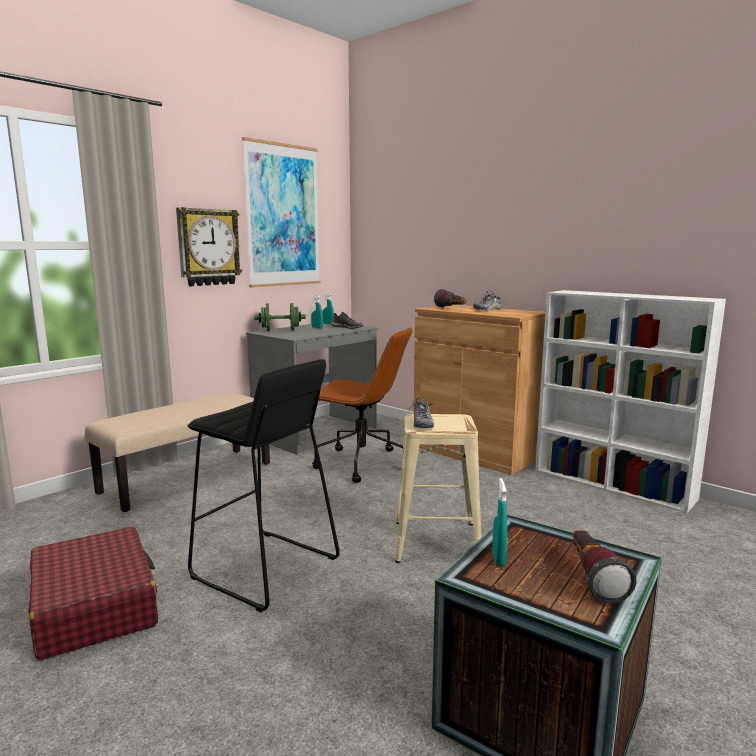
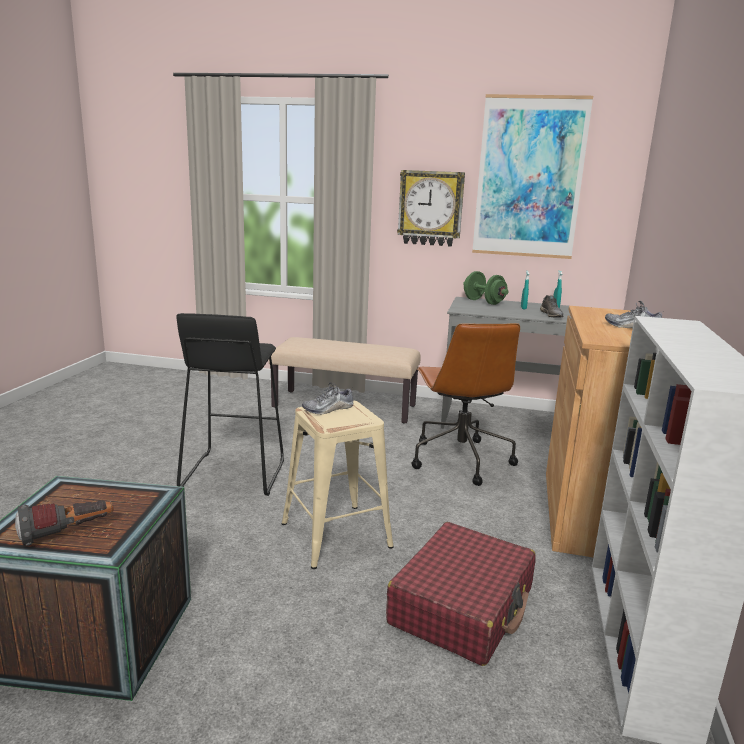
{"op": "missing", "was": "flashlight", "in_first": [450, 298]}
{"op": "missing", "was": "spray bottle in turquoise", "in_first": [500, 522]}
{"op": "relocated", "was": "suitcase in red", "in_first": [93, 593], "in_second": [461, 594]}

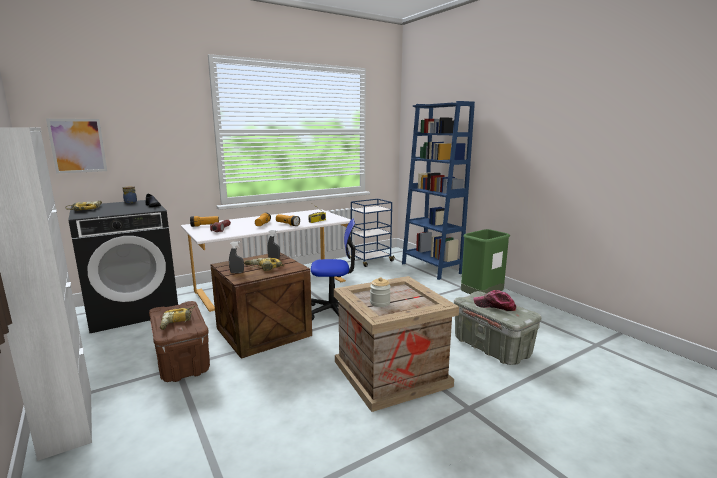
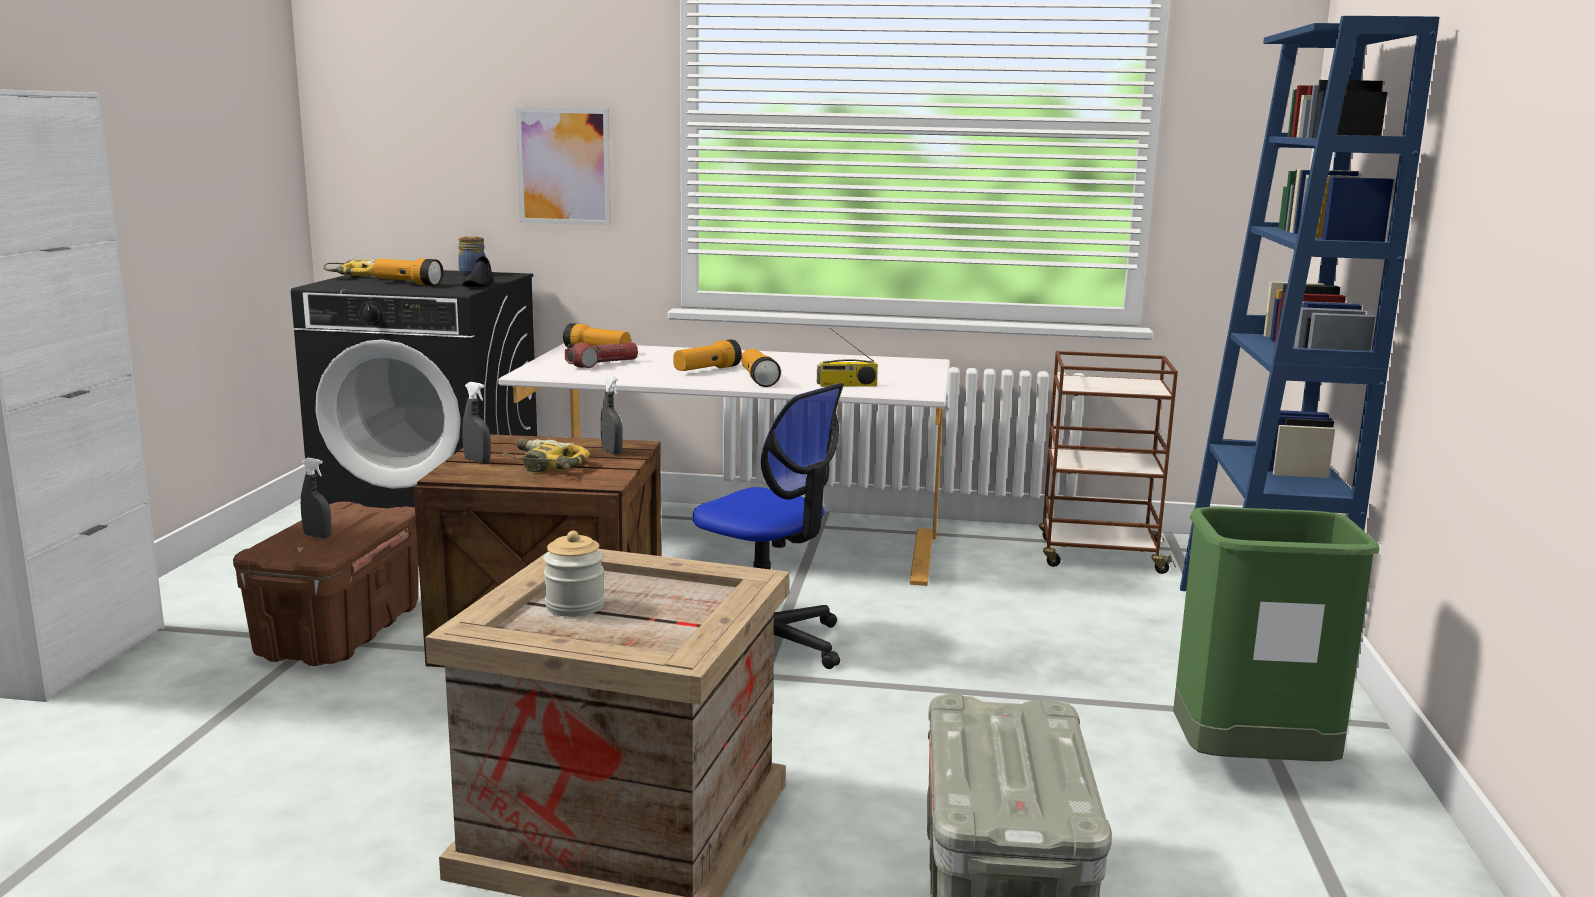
{"op": "relocated", "was": "picture", "in_first": [76, 146], "in_second": [563, 166]}
{"op": "colour", "was": "cart in blue", "now": "cart in brown", "in_first": [372, 233], "in_second": [1108, 462]}
{"op": "missing", "was": "cap", "in_first": [494, 300]}
{"op": "exchanged", "was": "power drill", "now": "spray bottle in grey", "in_first": [177, 317], "in_second": [316, 498]}
{"op": "appeared", "now": "flashlight", "in_second": [408, 272]}

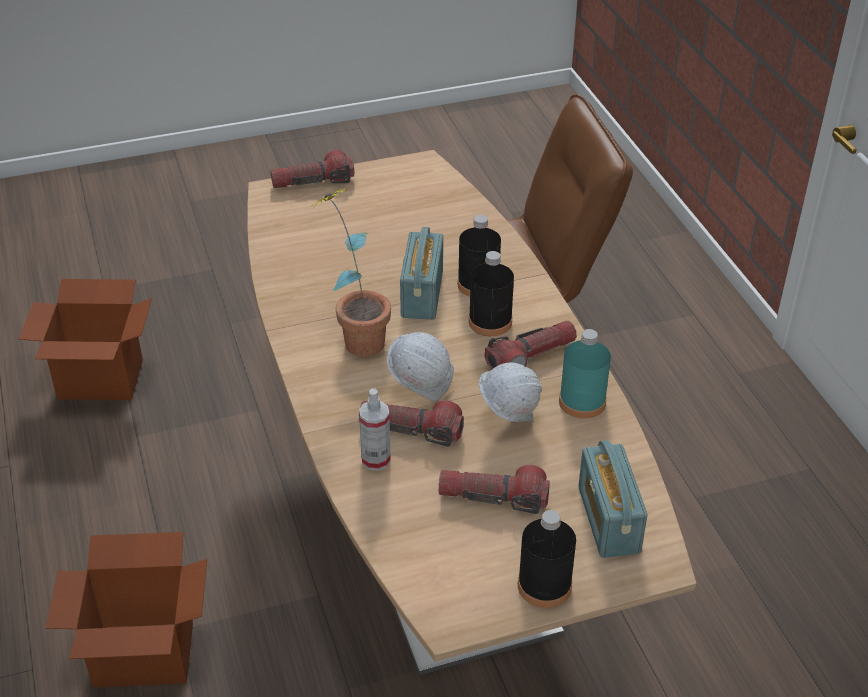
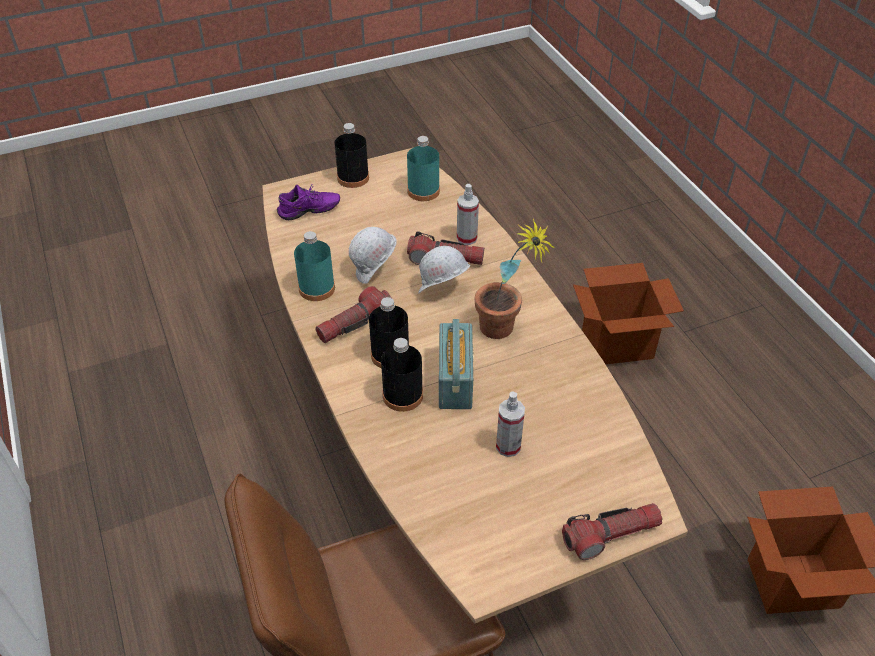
{"op": "exchanged", "was": "radio", "now": "shoe in purple", "in_first": [612, 499], "in_second": [308, 202]}
{"op": "missing", "was": "flashlight", "in_first": [494, 489]}
{"op": "appeared", "now": "bottle in turquoise", "in_second": [423, 168]}
{"op": "appeared", "now": "spray bottle", "in_second": [510, 424]}

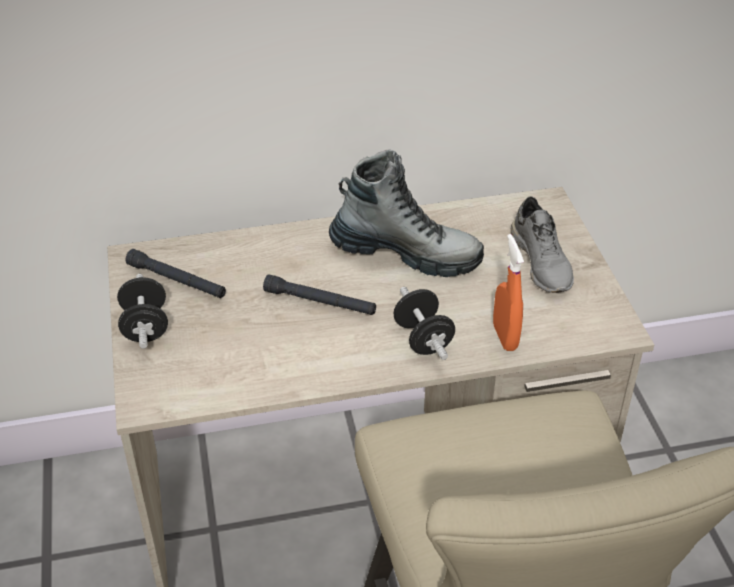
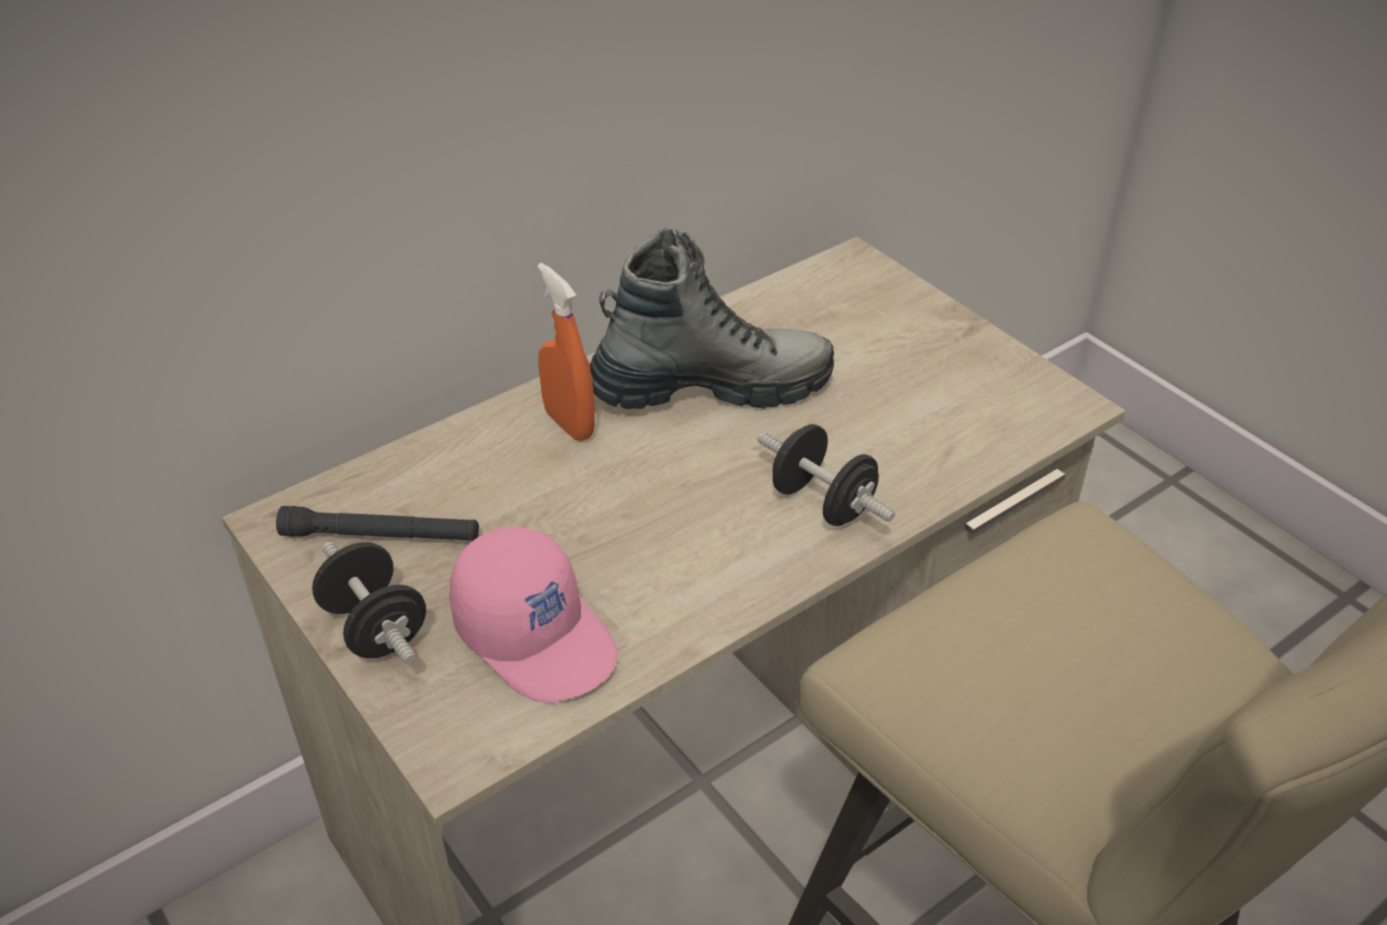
{"op": "missing", "was": "shoe in grey", "in_first": [542, 244]}
{"op": "relocated", "was": "spray bottle in orange", "in_first": [508, 292], "in_second": [566, 352]}
{"op": "missing", "was": "flashlight in black", "in_first": [319, 294]}
{"op": "appeared", "now": "cap in pink", "in_second": [534, 615]}

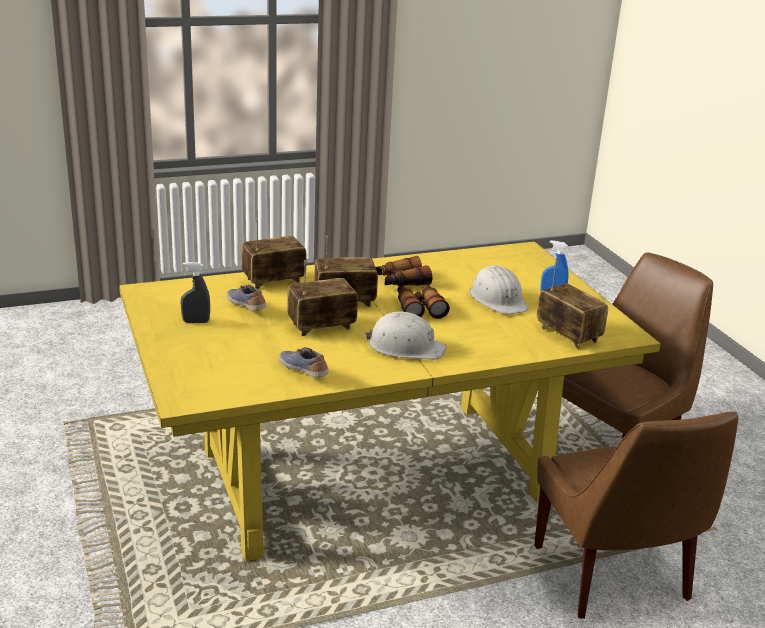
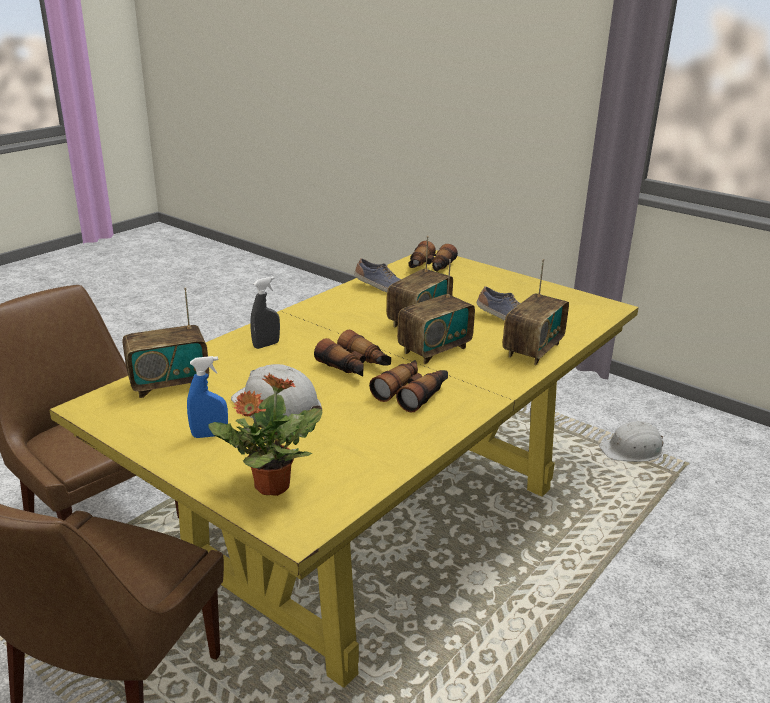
{"op": "spun", "was": "radio", "in_first": [572, 303], "in_second": [166, 342], "clockwise": -45}
{"op": "relocated", "was": "spray bottle in grey", "in_first": [195, 292], "in_second": [265, 312]}
{"op": "relocated", "was": "hard hat in white", "in_first": [405, 335], "in_second": [631, 441]}
{"op": "appeared", "now": "binoculars", "in_second": [433, 256]}
{"op": "appeared", "now": "potted plant", "in_second": [266, 434]}

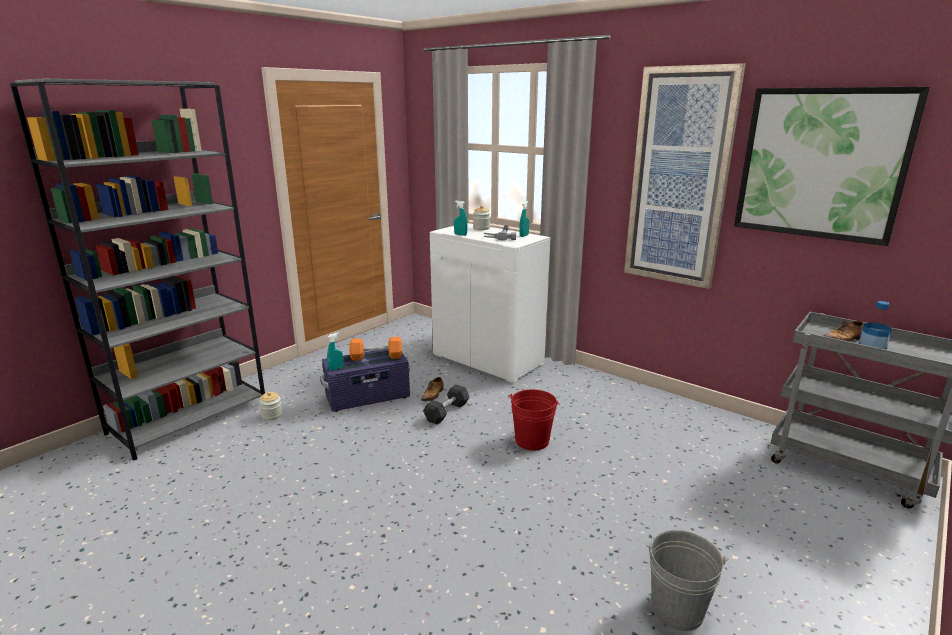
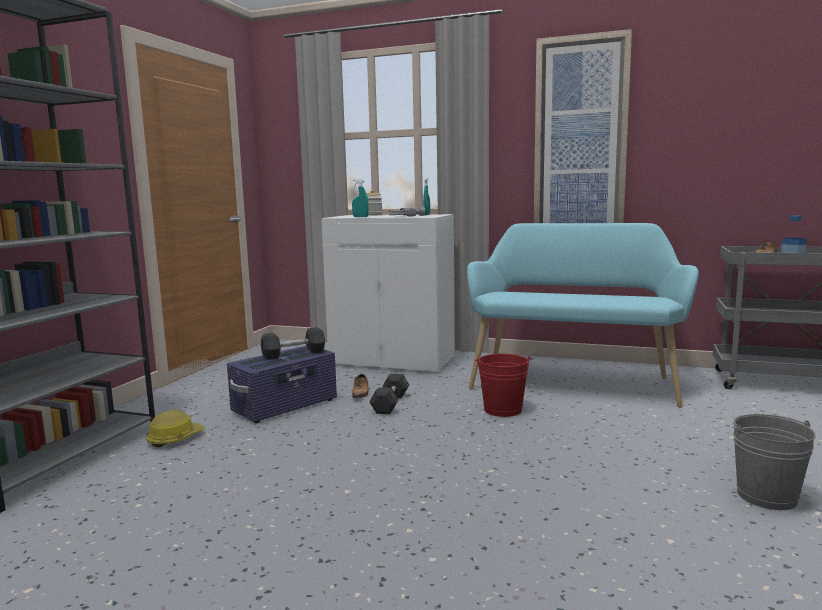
{"op": "missing", "was": "picture", "in_first": [832, 166]}
{"op": "missing", "was": "spray bottle in turquoise", "in_first": [335, 351]}
{"op": "colour", "was": "dumbbell in orange", "now": "dumbbell in grey", "in_first": [375, 349], "in_second": [293, 343]}
{"op": "exchanged", "was": "jar", "now": "hard hat", "in_first": [271, 406], "in_second": [175, 428]}
{"op": "appeared", "now": "bench in turquoise", "in_second": [583, 315]}

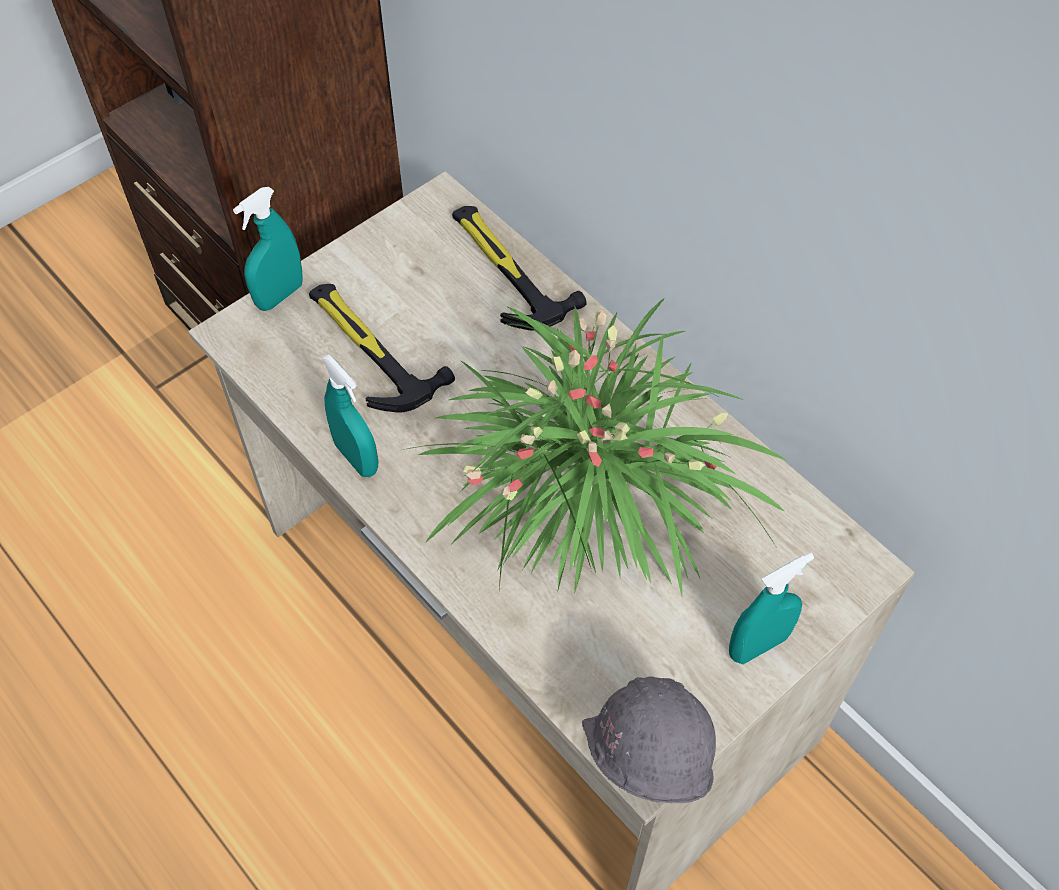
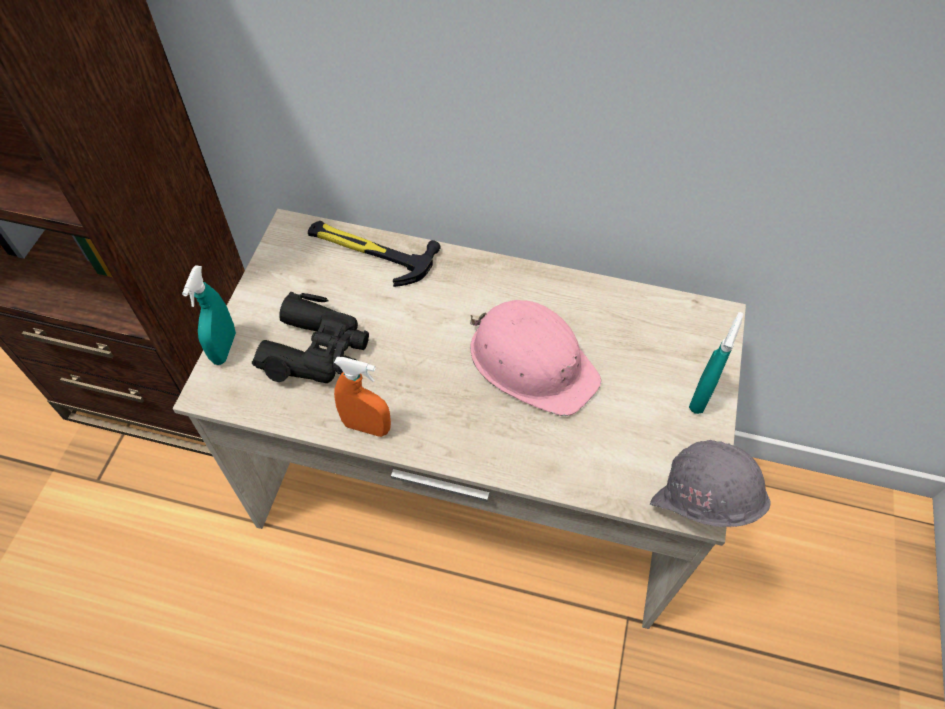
{"op": "exchanged", "was": "hammer", "now": "binoculars in black", "in_first": [382, 348], "in_second": [310, 337]}
{"op": "exchanged", "was": "potted plant", "now": "hard hat in pink", "in_first": [592, 447], "in_second": [535, 358]}
{"op": "colour", "was": "spray bottle in turquoise", "now": "spray bottle in orange", "in_first": [350, 415], "in_second": [362, 397]}

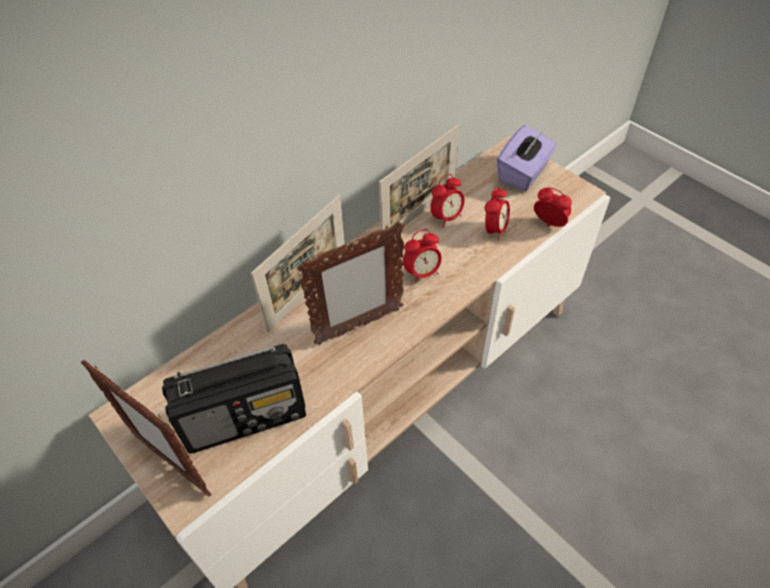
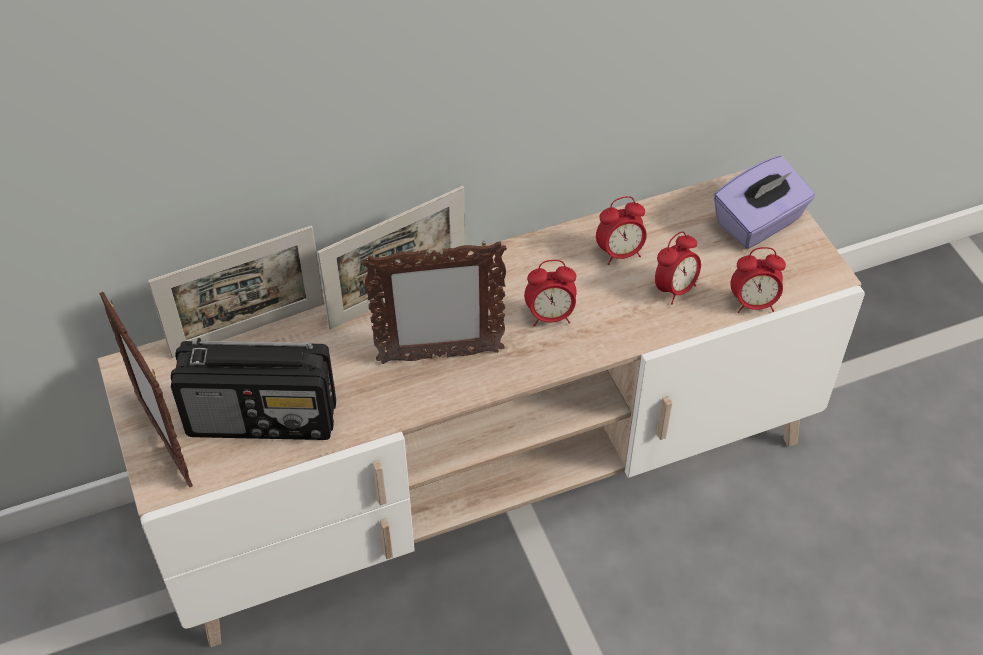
{"op": "relocated", "was": "picture frame", "in_first": [419, 177], "in_second": [236, 292]}
{"op": "spun", "was": "alarm clock", "in_first": [553, 207], "in_second": [758, 280], "clockwise": 120}

